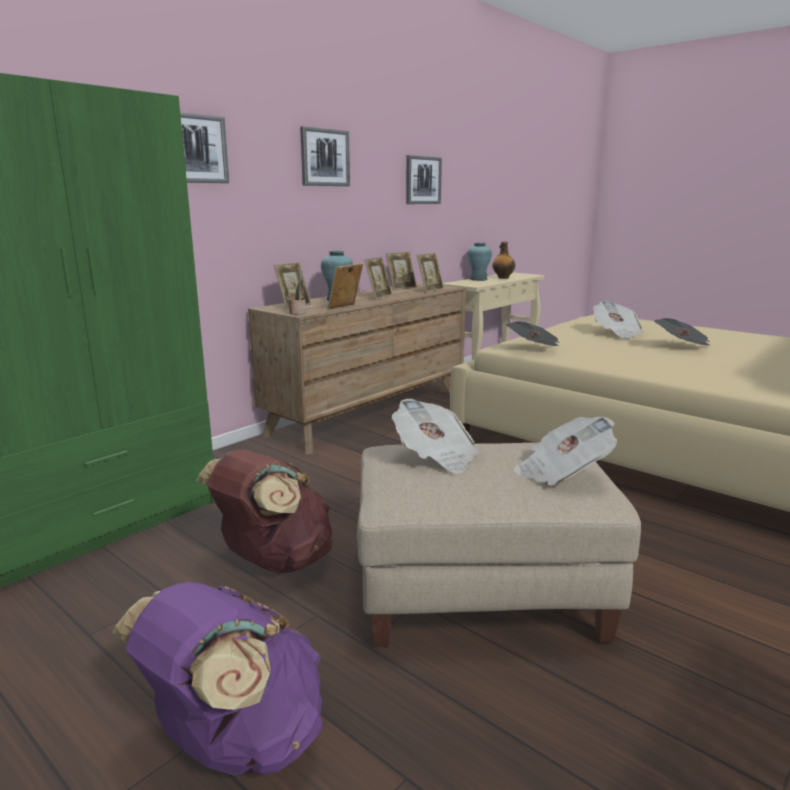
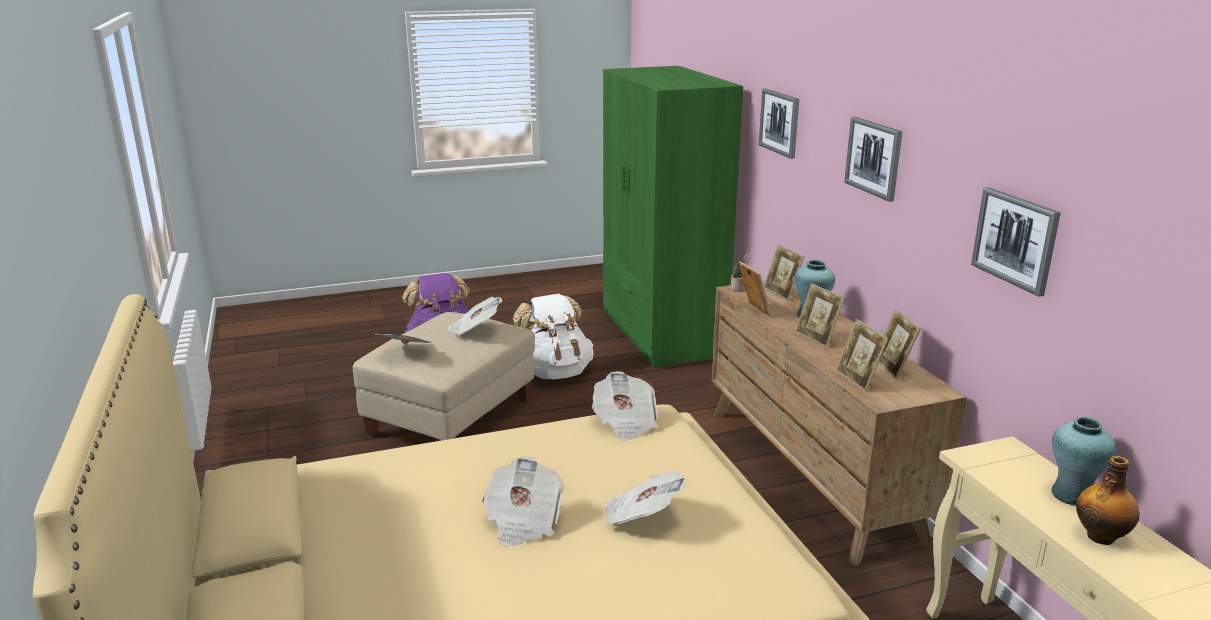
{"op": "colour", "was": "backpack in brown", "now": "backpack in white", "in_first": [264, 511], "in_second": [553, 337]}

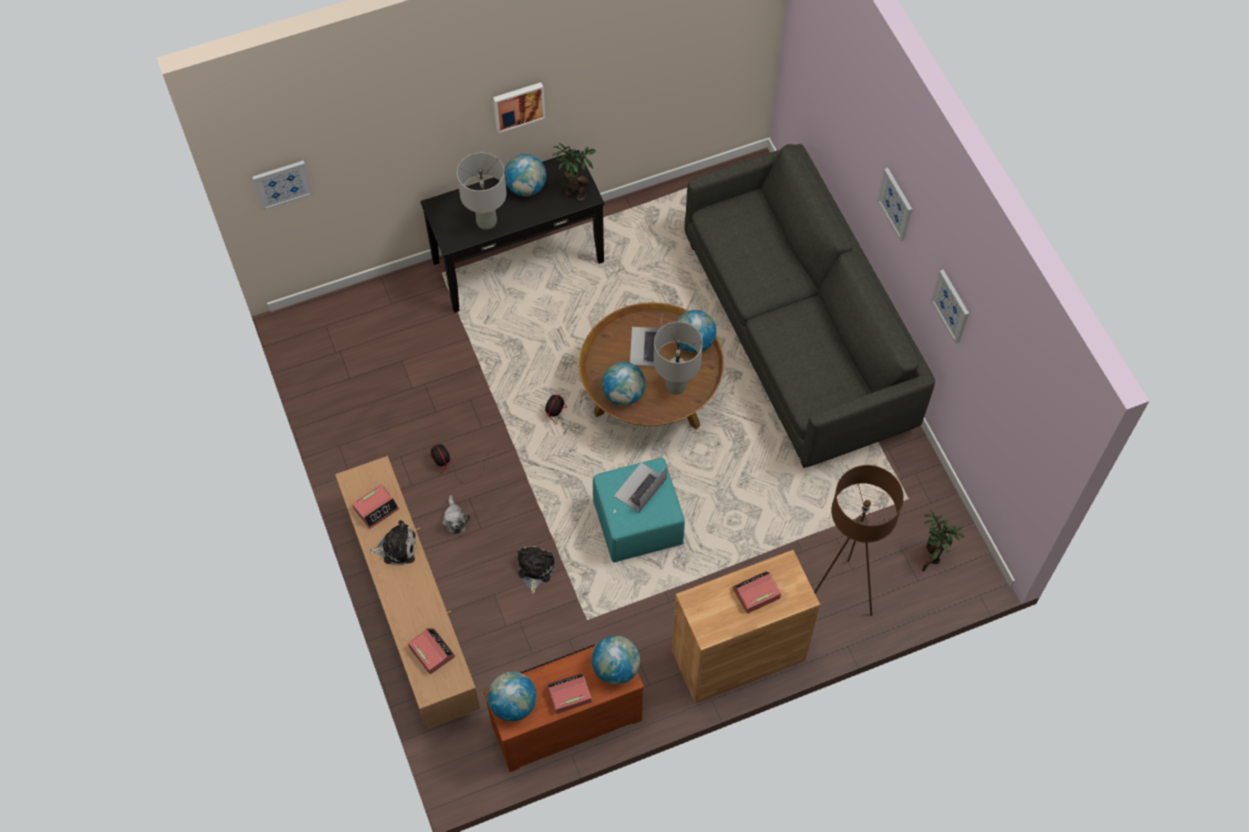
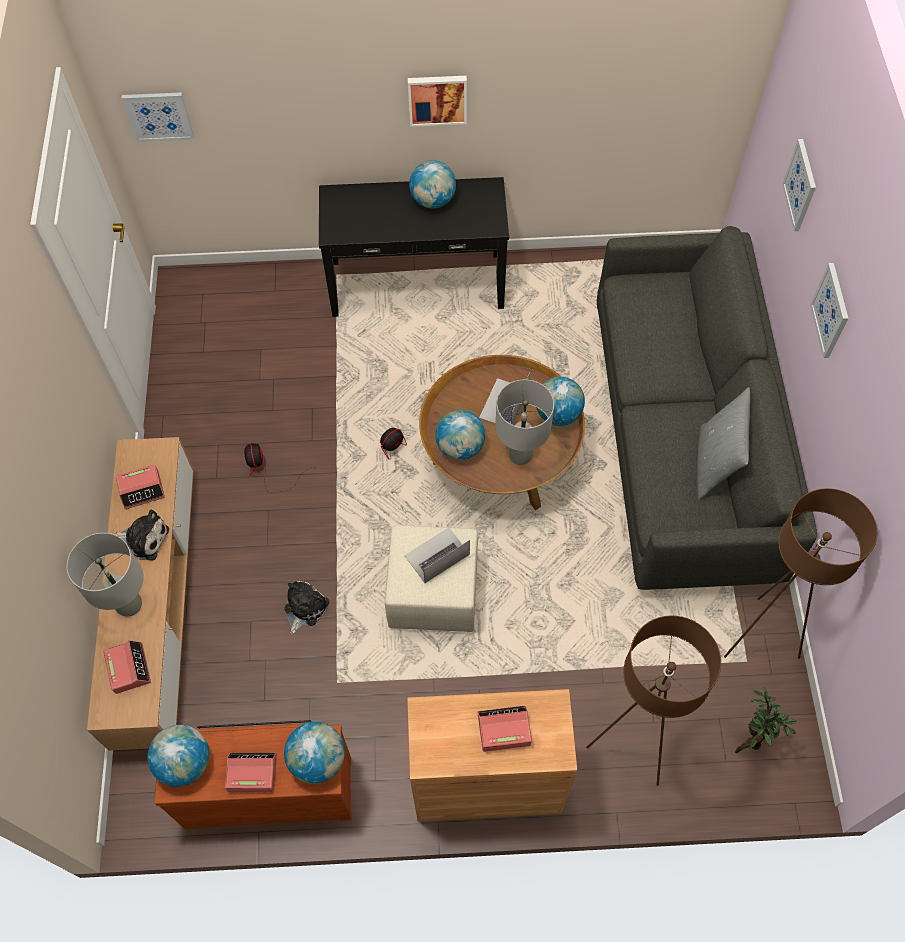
{"op": "missing", "was": "potted plant", "in_first": [574, 172]}
{"op": "relocated", "was": "table lamp in grey", "in_first": [482, 191], "in_second": [105, 575]}
{"op": "relocated", "was": "picture", "in_first": [950, 307], "in_second": [799, 185]}
{"op": "colour", "was": "ottoman in turquoise", "now": "ottoman in beige", "in_first": [639, 510], "in_second": [431, 578]}
{"op": "missing", "was": "plush toy", "in_first": [456, 514]}
{"op": "appeared", "now": "pillow in grey", "in_second": [723, 443]}
{"op": "appeared", "now": "floor lamp in brown", "in_second": [800, 573]}

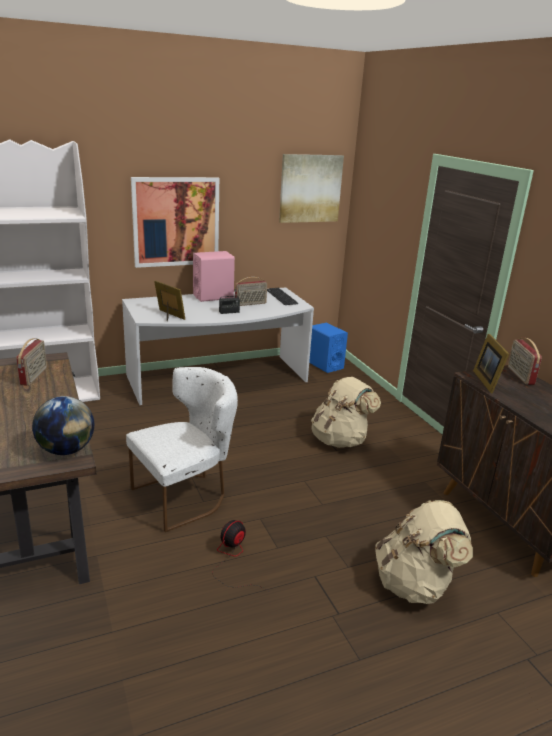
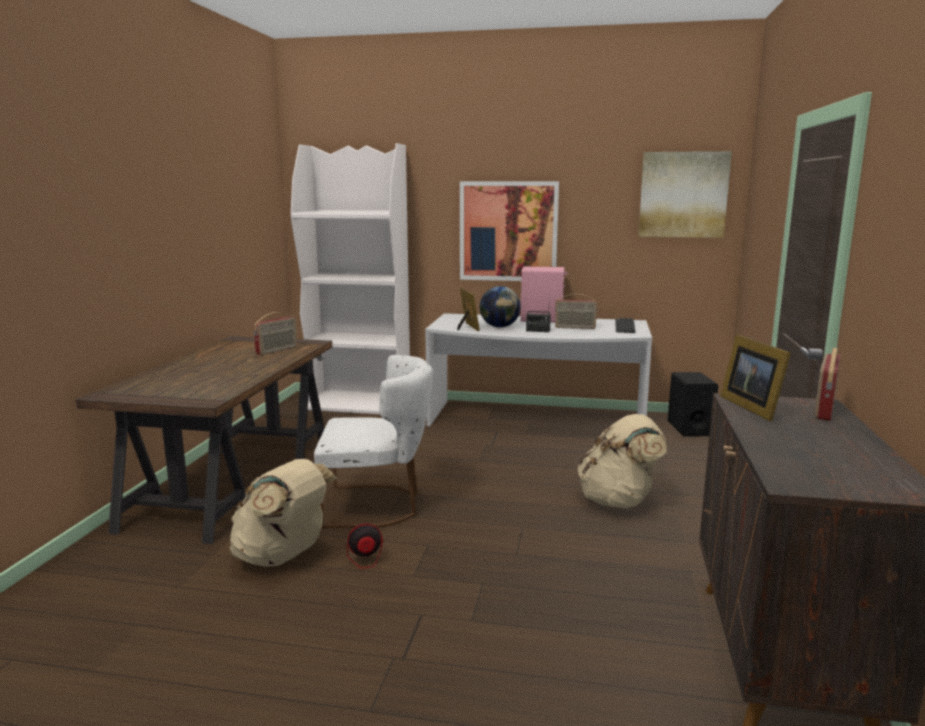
{"op": "colour", "was": "speaker in blue", "now": "speaker in black", "in_first": [328, 348], "in_second": [693, 404]}
{"op": "spun", "was": "picture frame", "in_first": [491, 364], "in_second": [755, 378], "clockwise": -45}
{"op": "relocated", "was": "globe", "in_first": [63, 425], "in_second": [500, 307]}
{"op": "relocated", "was": "backpack in beige", "in_first": [424, 552], "in_second": [283, 513]}

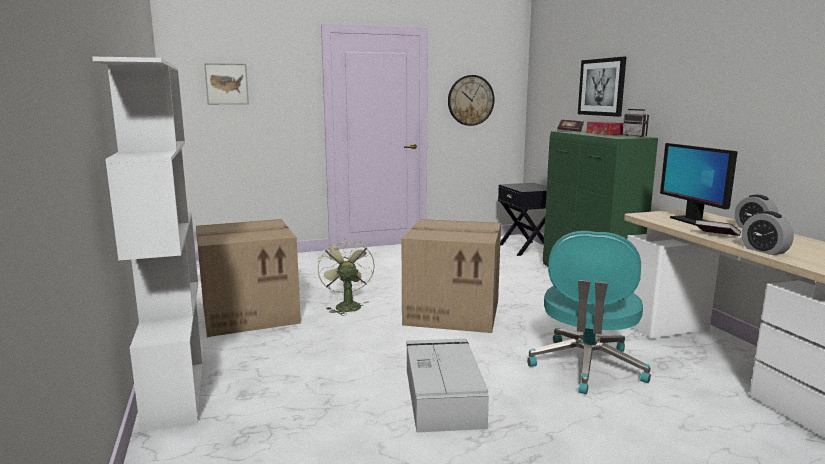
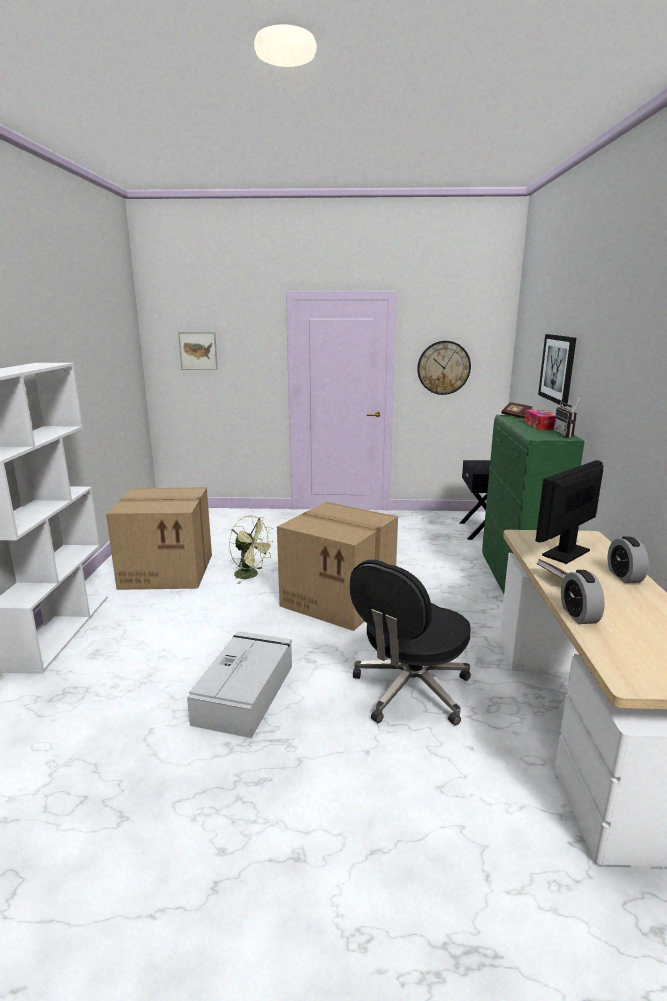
{"op": "spun", "was": "monitor", "in_first": [698, 184], "in_second": [569, 512], "clockwise": 45}
{"op": "colour", "was": "office chair in turquoise", "now": "office chair in black", "in_first": [589, 312], "in_second": [410, 643]}
{"op": "spun", "was": "fan in green", "in_first": [346, 277], "in_second": [252, 549], "clockwise": 120}

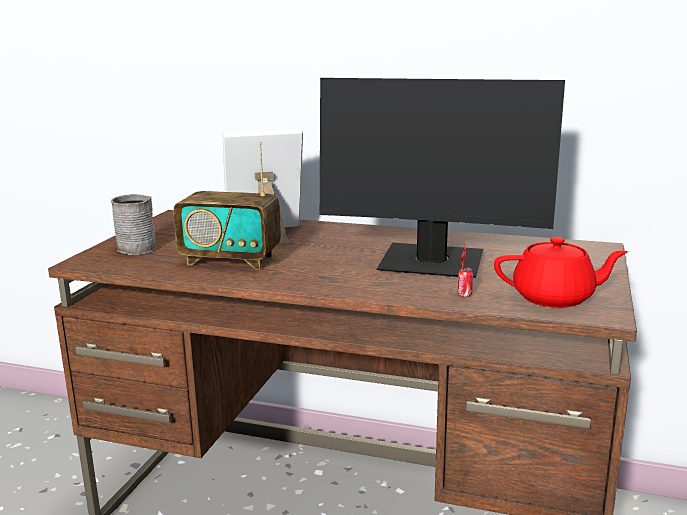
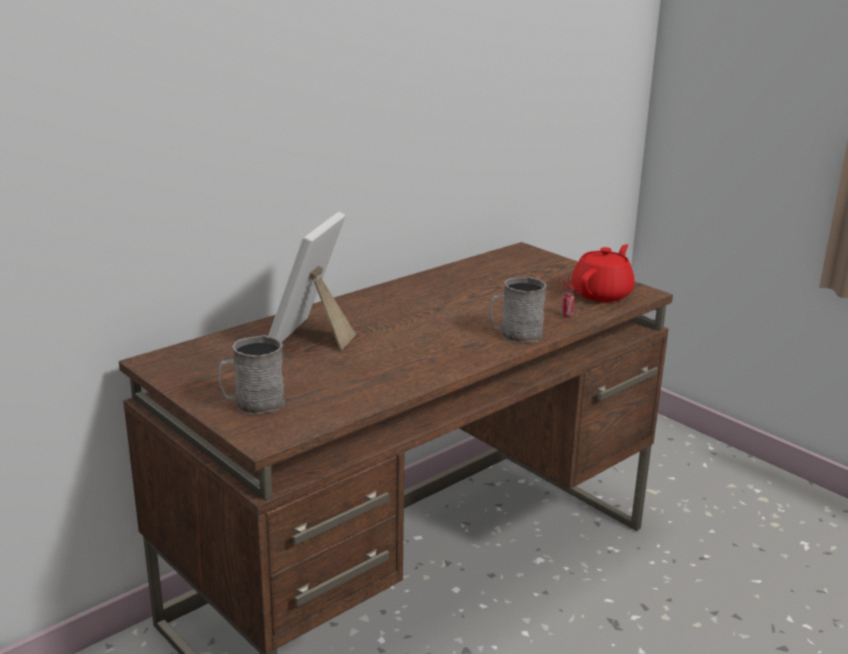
{"op": "missing", "was": "monitor", "in_first": [442, 178]}
{"op": "missing", "was": "radio", "in_first": [227, 206]}
{"op": "appeared", "now": "mug in grey", "in_second": [518, 310]}

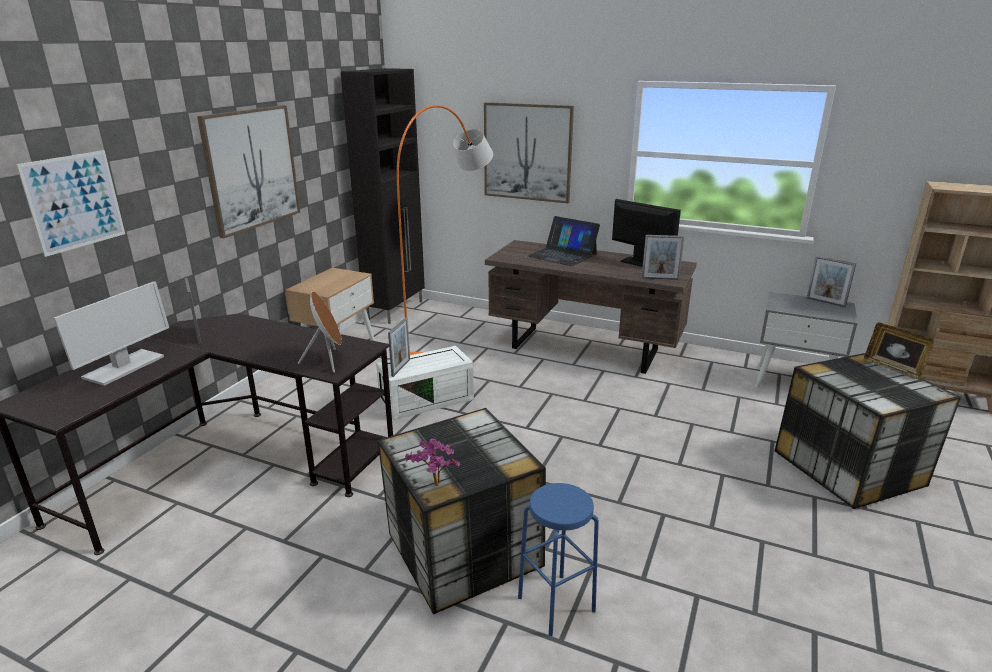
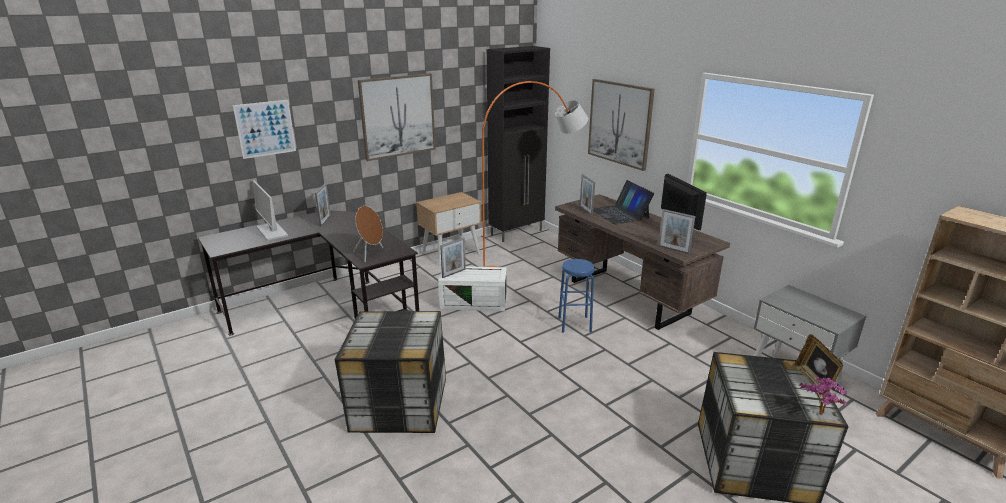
{"op": "relocated", "was": "picture frame", "in_first": [831, 281], "in_second": [587, 195]}
{"op": "spun", "was": "monitor", "in_first": [111, 333], "in_second": [270, 210], "clockwise": 90}
{"op": "relocated", "was": "potted plant", "in_first": [432, 462], "in_second": [823, 395]}
{"op": "relocated", "was": "stool in blue", "in_first": [558, 559], "in_second": [576, 296]}

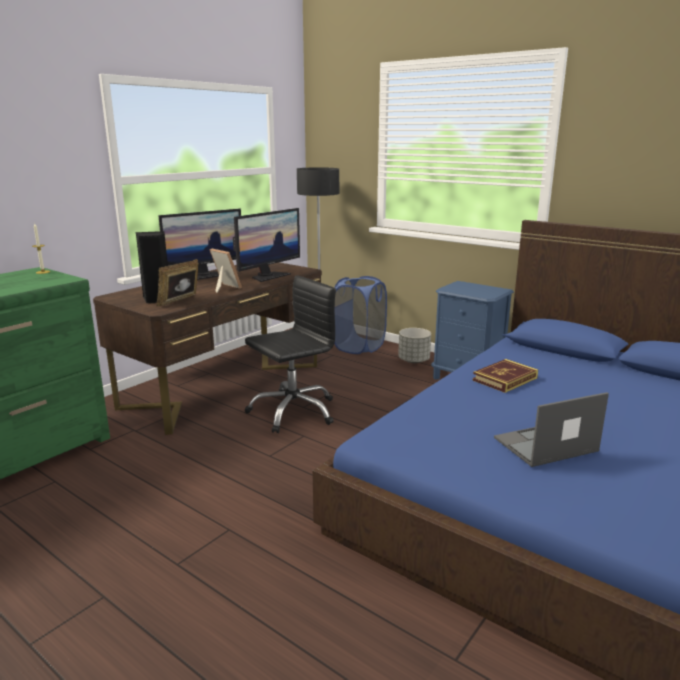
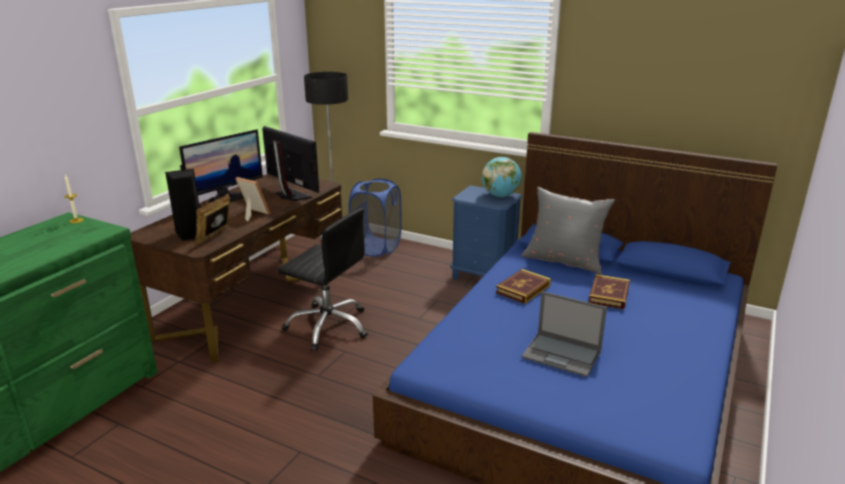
{"op": "spun", "was": "monitor", "in_first": [266, 245], "in_second": [290, 163], "clockwise": -75}
{"op": "spun", "was": "office chair in black", "in_first": [290, 354], "in_second": [323, 279], "clockwise": 75}
{"op": "missing", "was": "planter in grey", "in_first": [414, 345]}
{"op": "spun", "was": "laptop", "in_first": [551, 429], "in_second": [564, 334], "clockwise": -120}
{"op": "appeared", "now": "globe", "in_second": [502, 177]}
{"op": "appeared", "now": "pillow in grey", "in_second": [568, 231]}
{"op": "appeared", "now": "book", "in_second": [609, 291]}

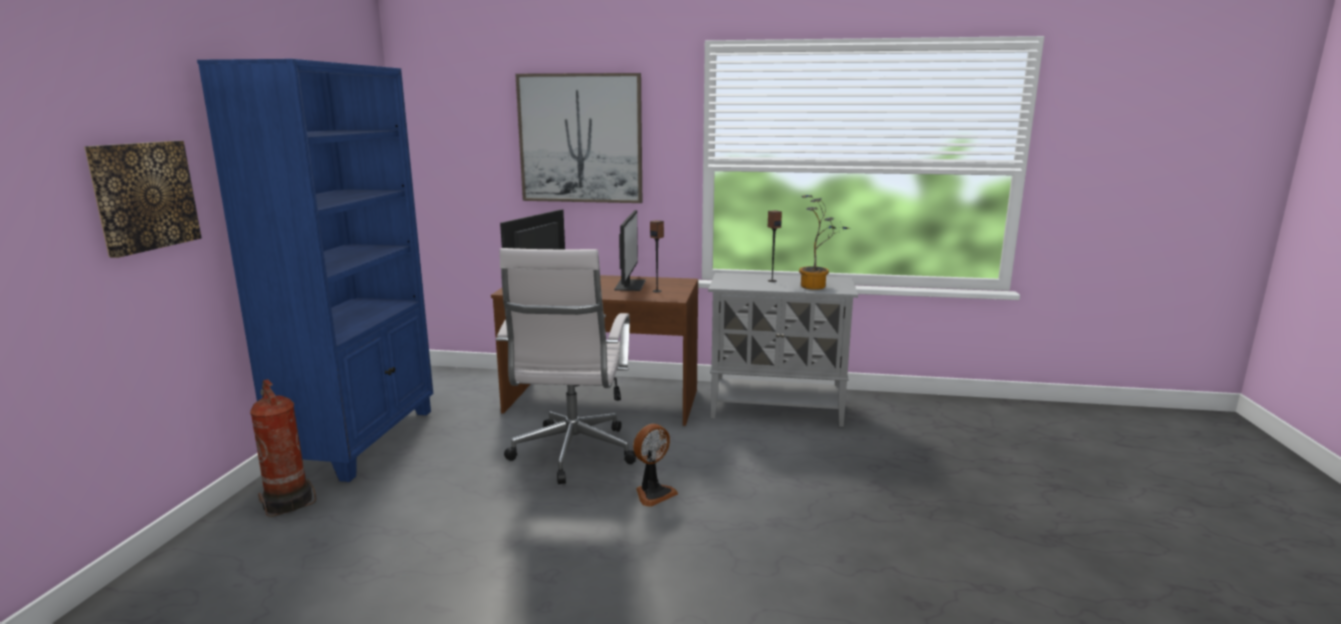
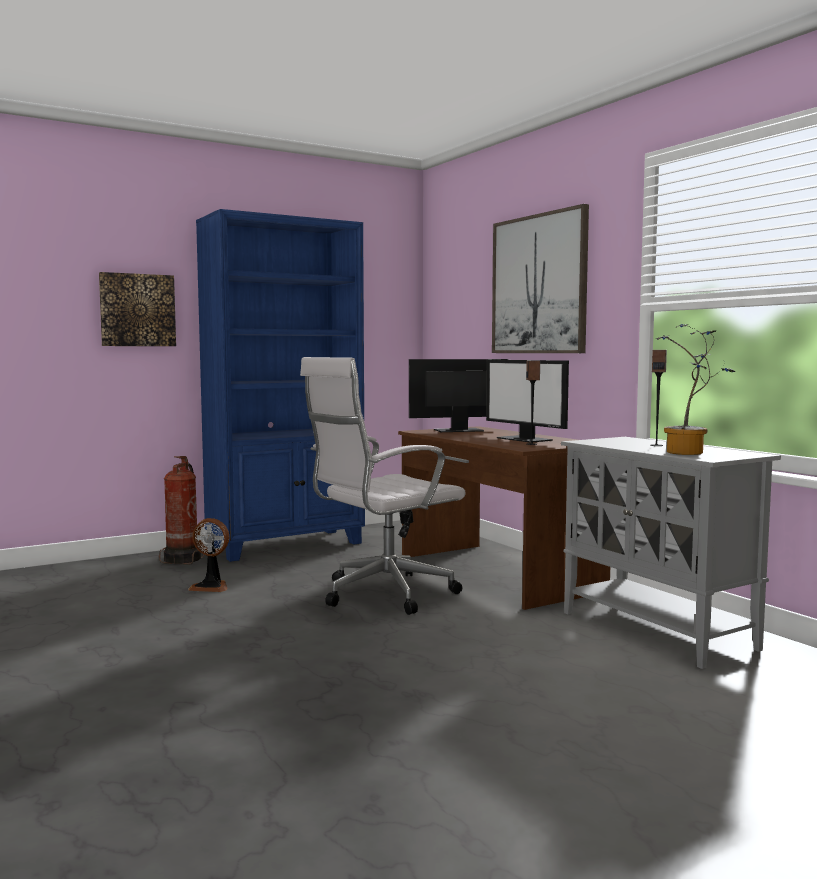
{"op": "spun", "was": "monitor", "in_first": [630, 250], "in_second": [527, 401], "clockwise": 90}
{"op": "relocated", "was": "fan", "in_first": [655, 465], "in_second": [208, 555]}

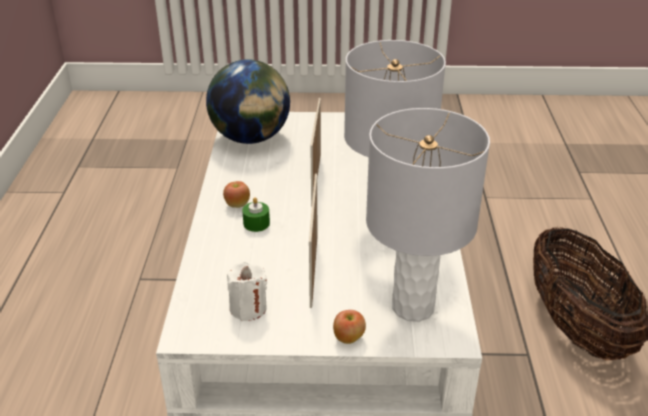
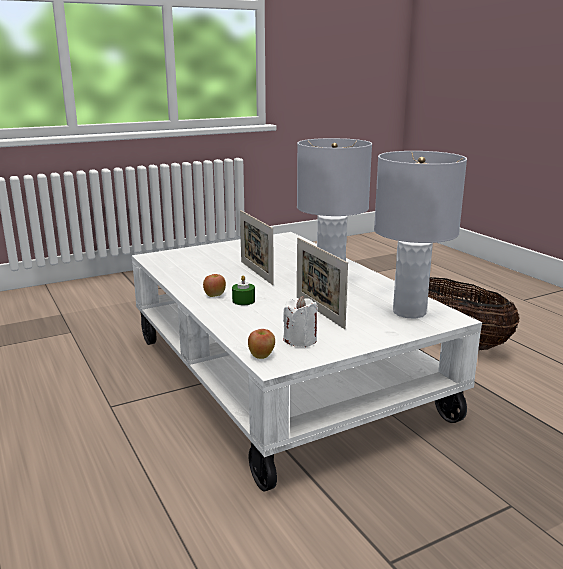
{"op": "missing", "was": "globe", "in_first": [248, 101]}
{"op": "relocated", "was": "apple", "in_first": [349, 327], "in_second": [261, 344]}

